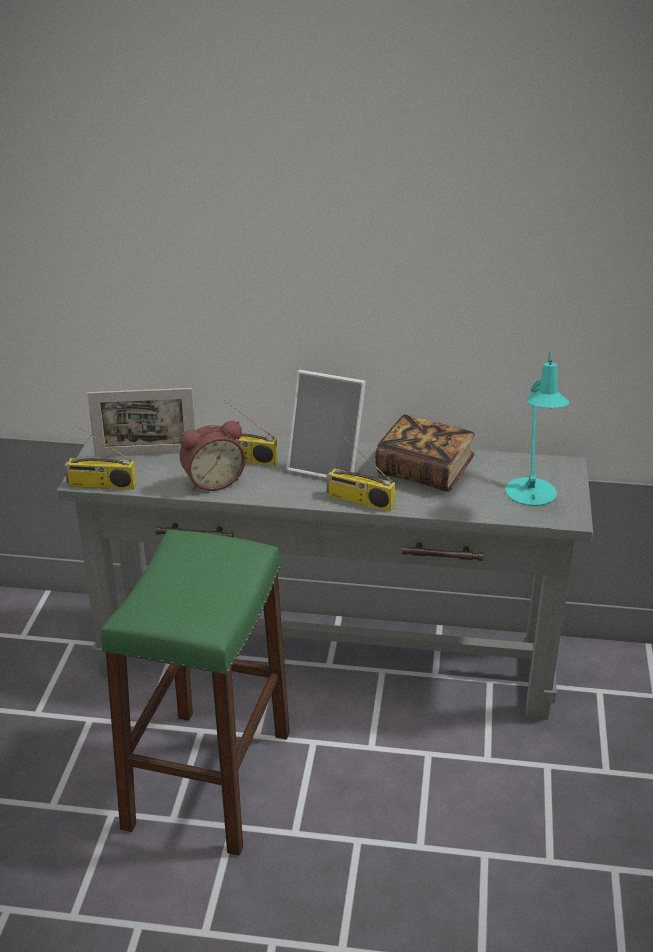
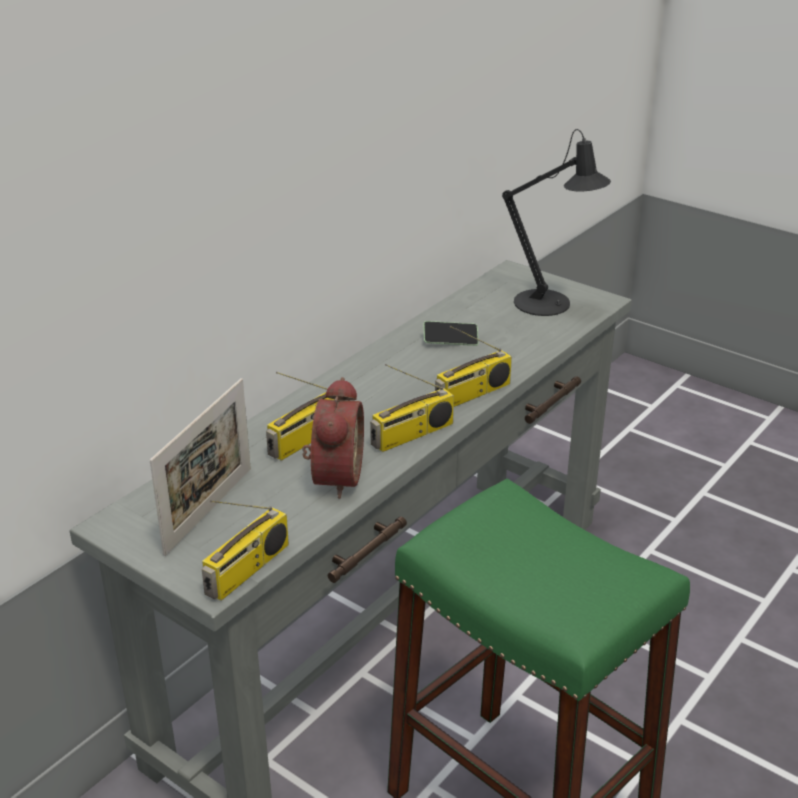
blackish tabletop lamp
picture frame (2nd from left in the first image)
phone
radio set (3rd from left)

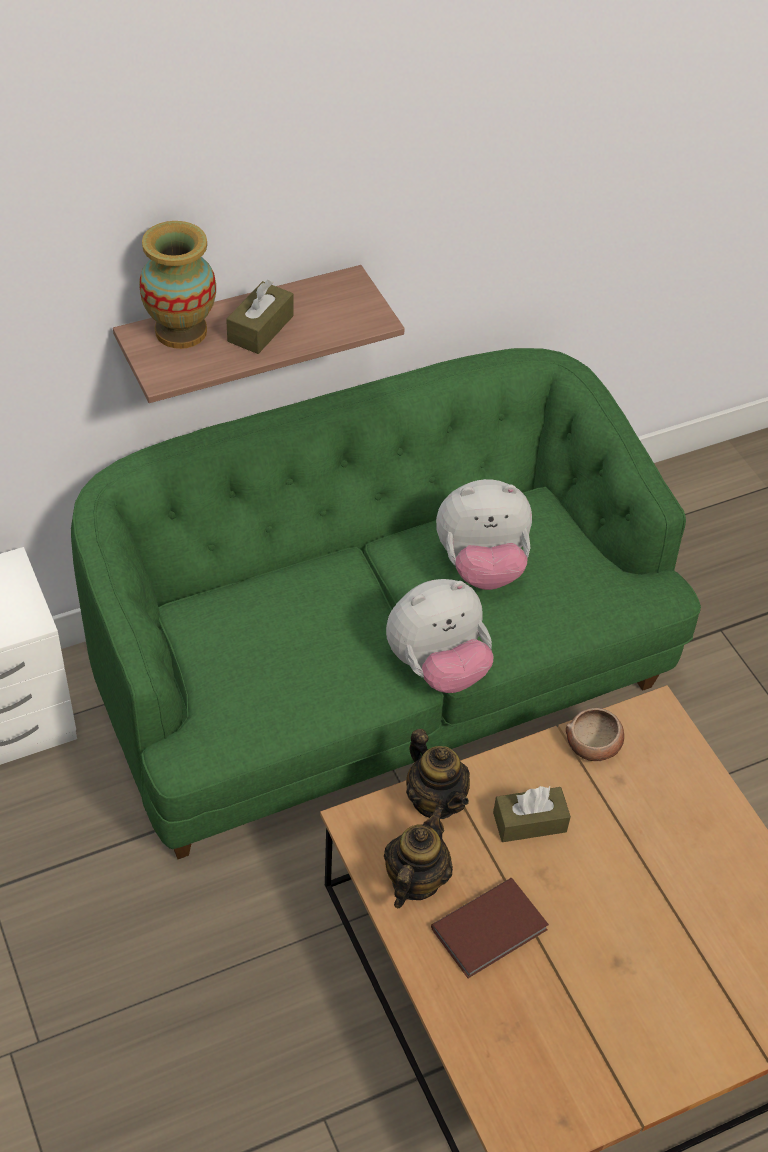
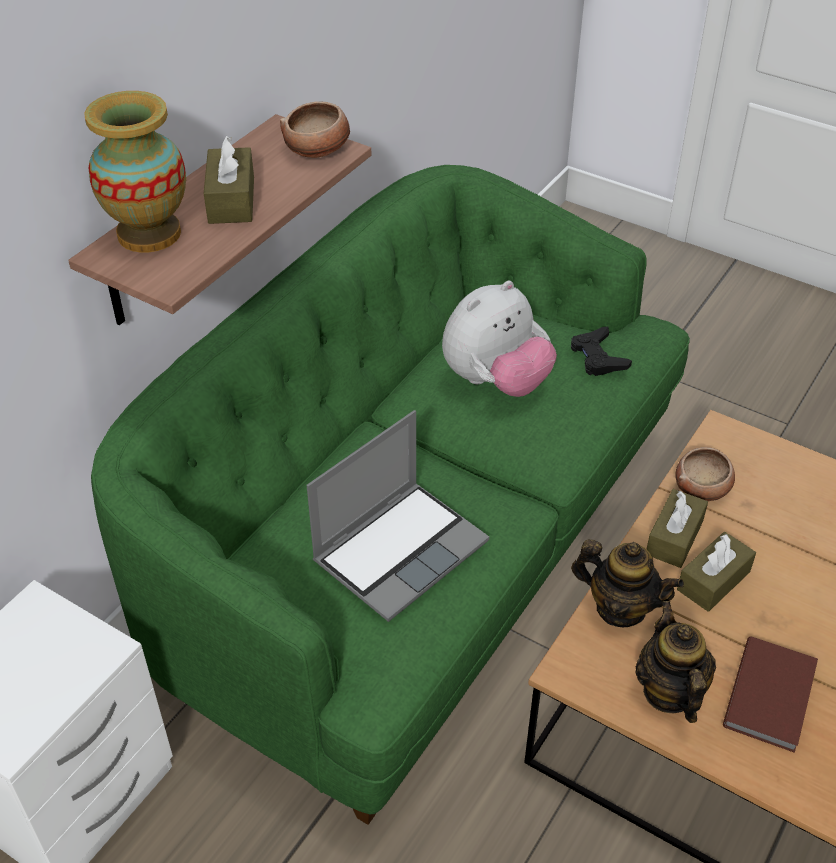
plush toy (1st from left in the first image)
deep dish (1st from left)
blackish joypad
notebook computer
brownish tissue holder (2nd from left)

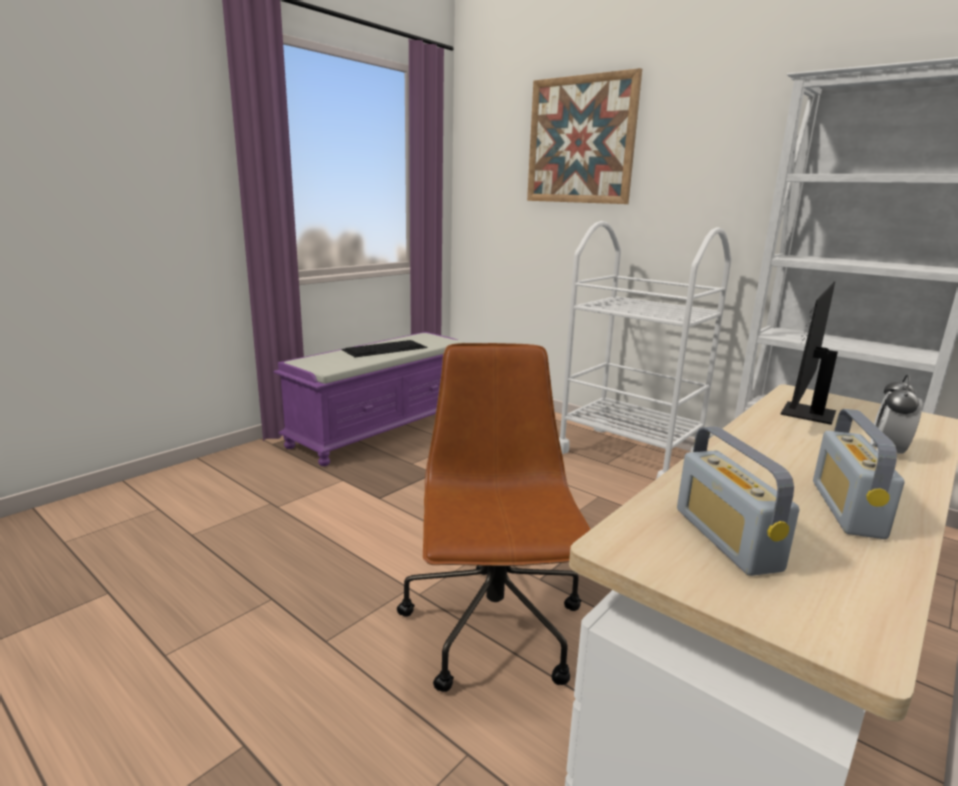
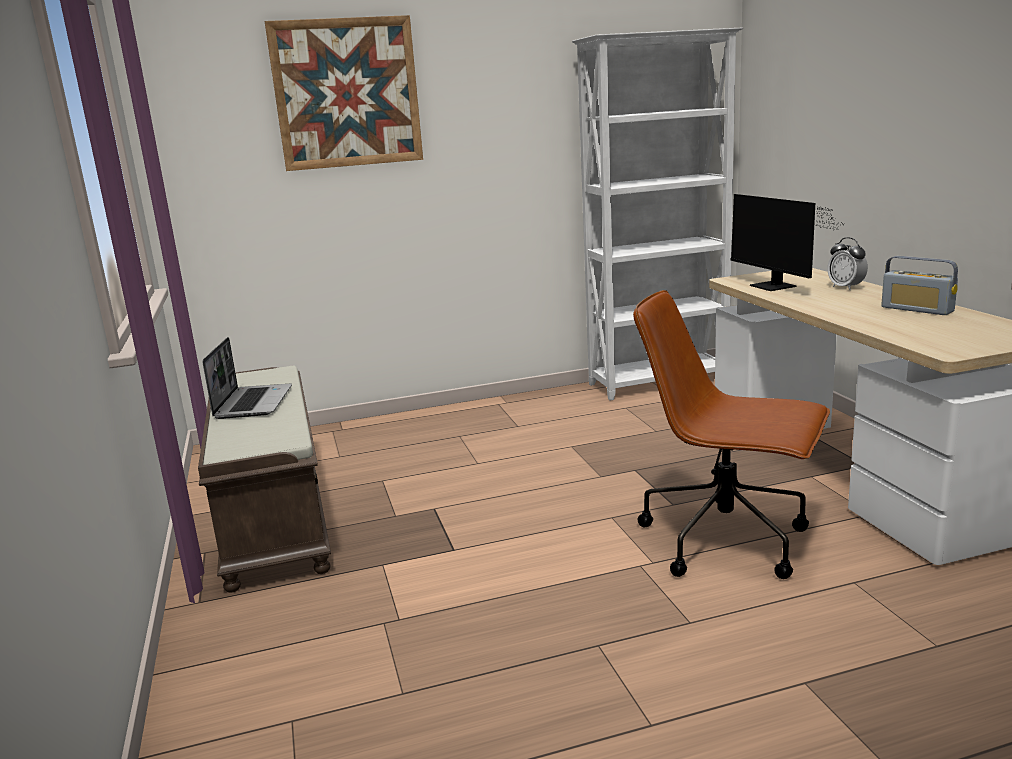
white-coloured wheeled cart
brownish long seat
notebook computer
radio set (1st from left in the first image)

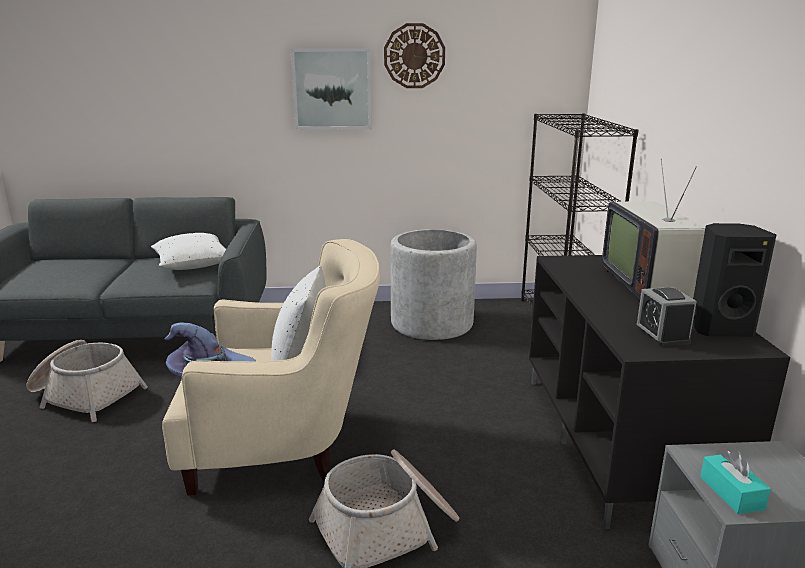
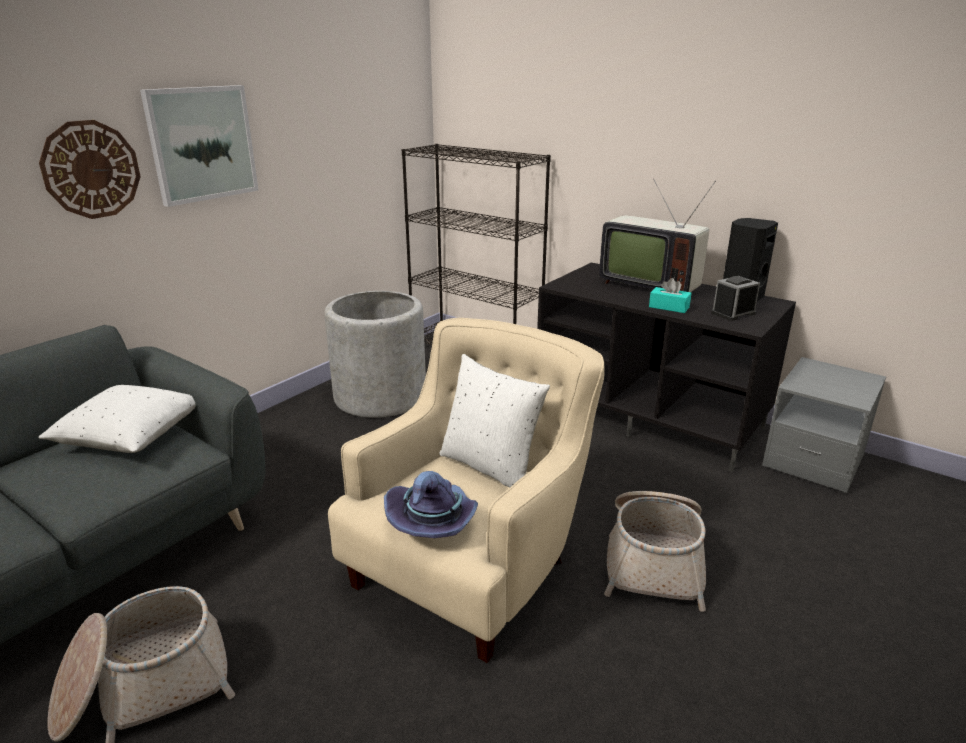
hanging clock
alarm clock
turquoise-coloured tissue holder

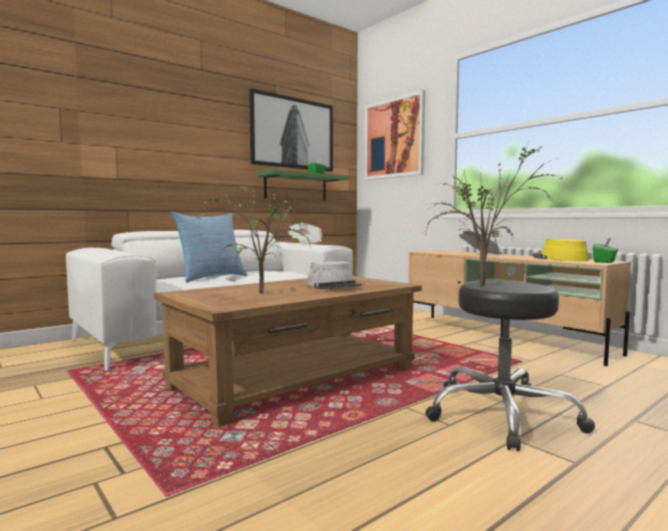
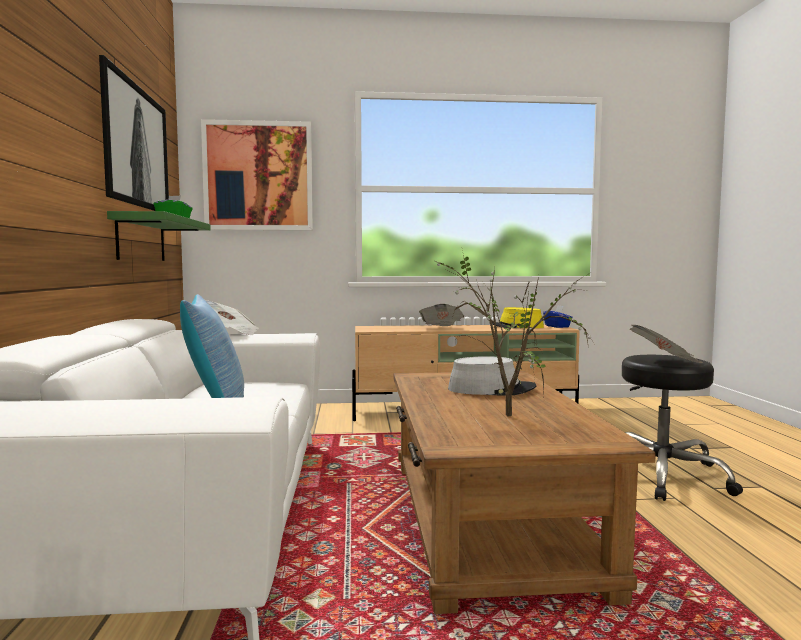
daily paper (3rd from left)
blue-coloured tissue holder

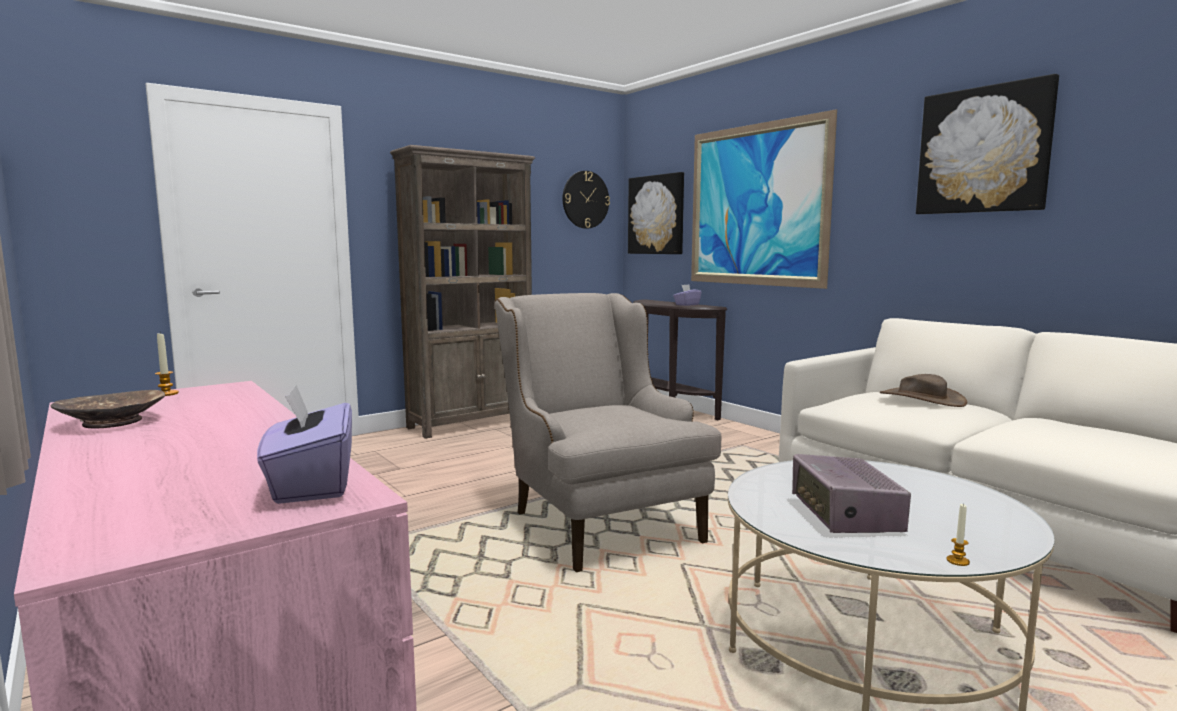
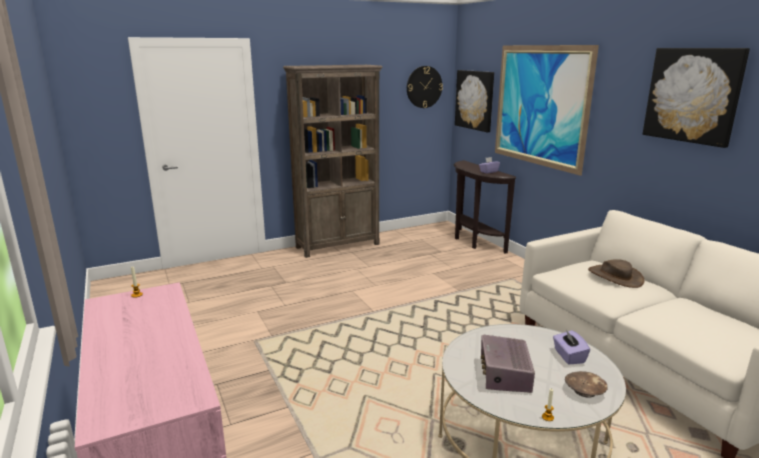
beige easy chair
purple-coloured tissue holder (2nd from left)
brownish deep dish

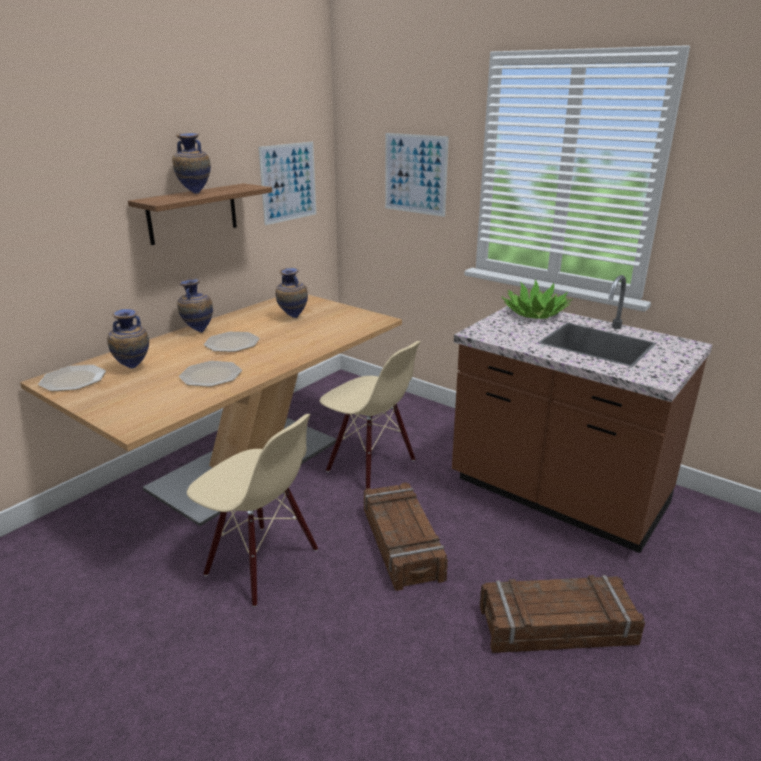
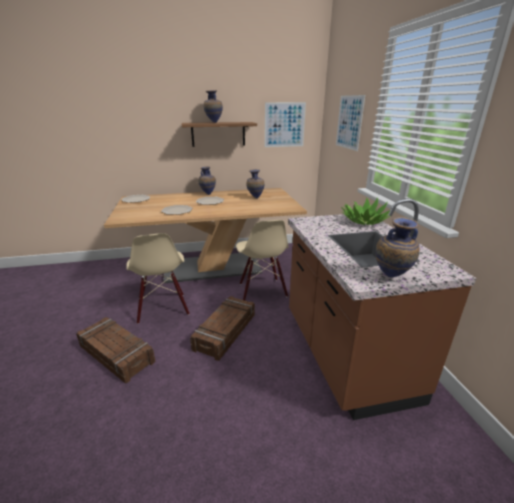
flower vase (4th from left)
crate (1st from left)

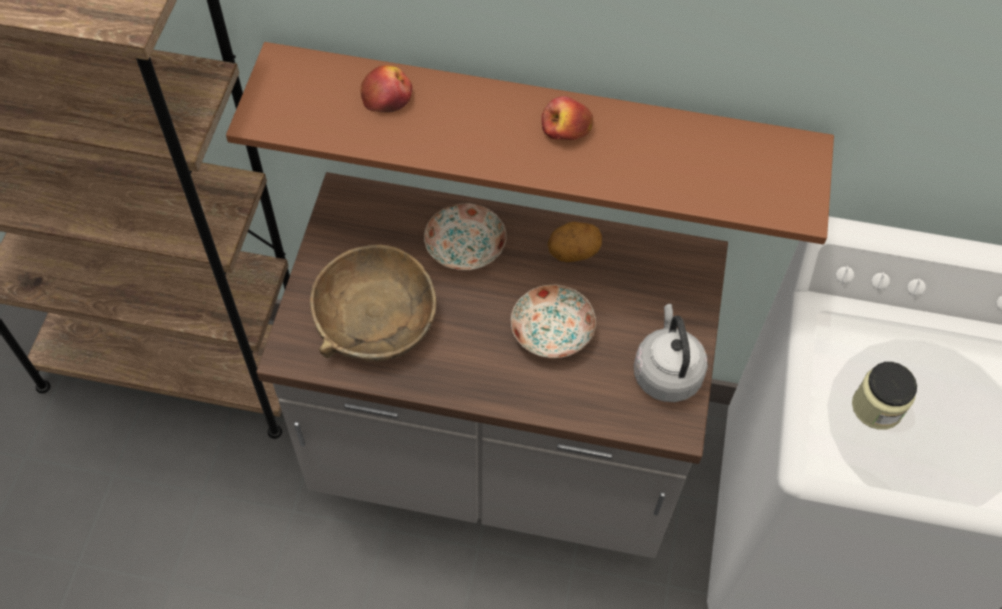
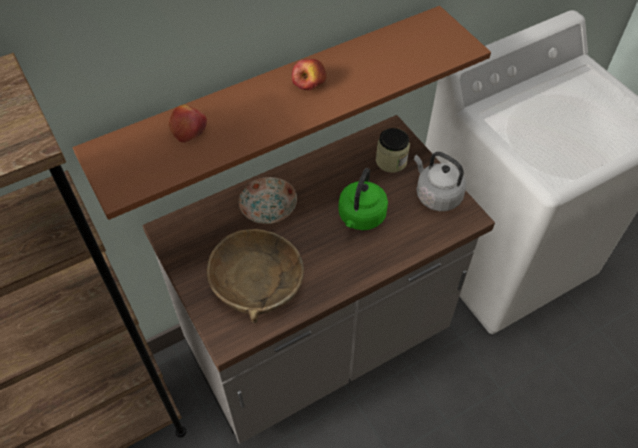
potato
green kettle
jar

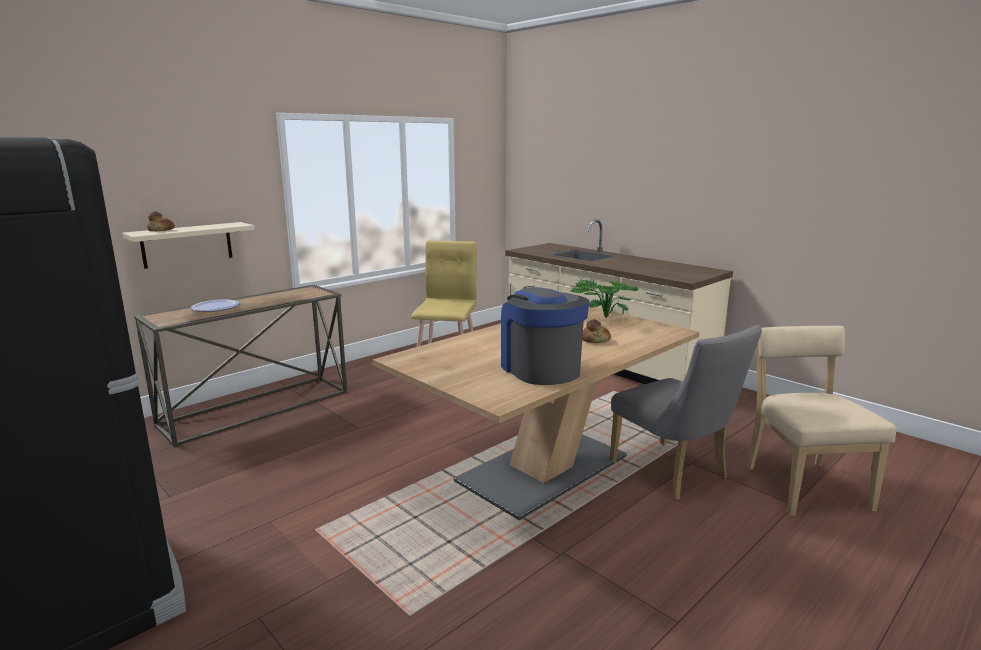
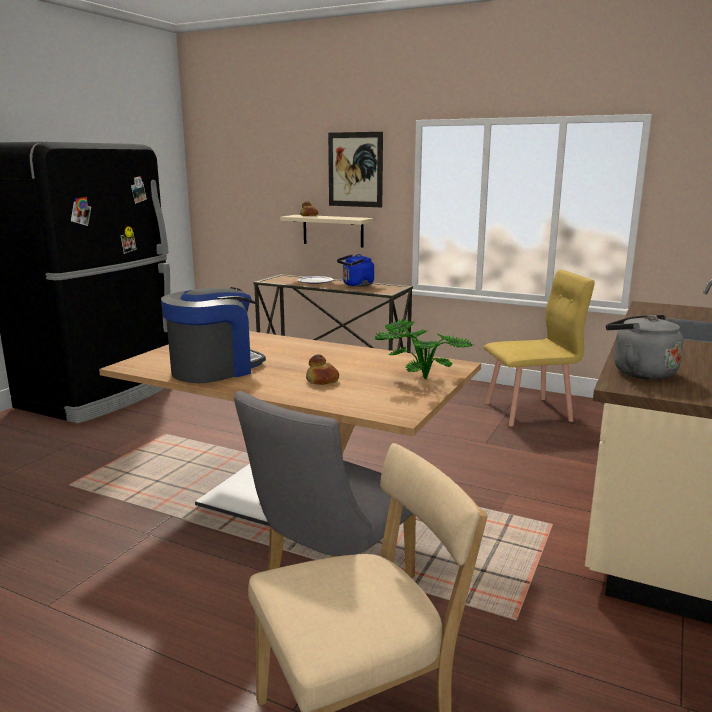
wall picture
blue-coloured kettle
greyish kettle

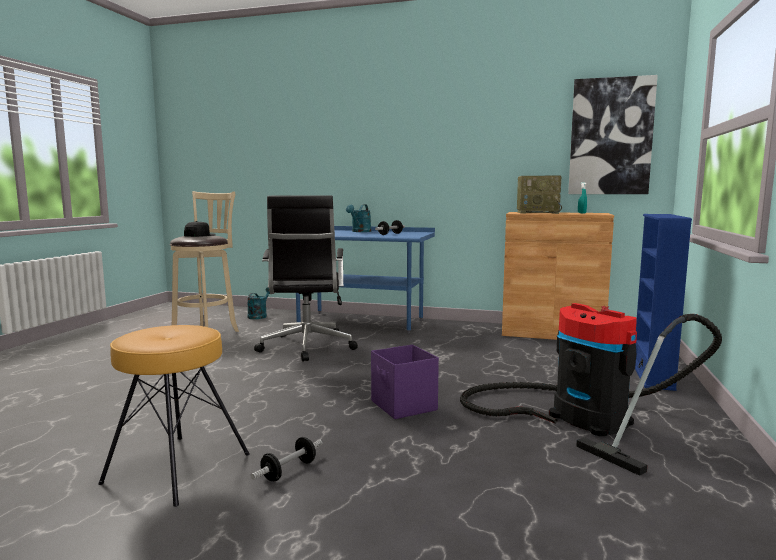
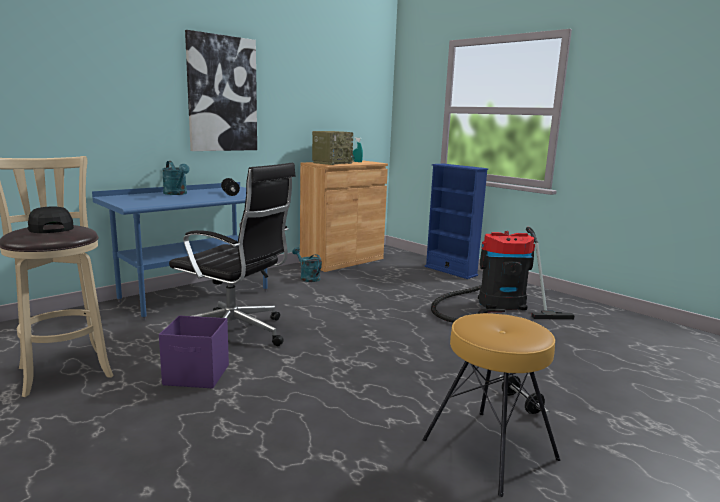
wall picture
turquoise-coloured watering can (2nd from left)
purple-coloured storage container

